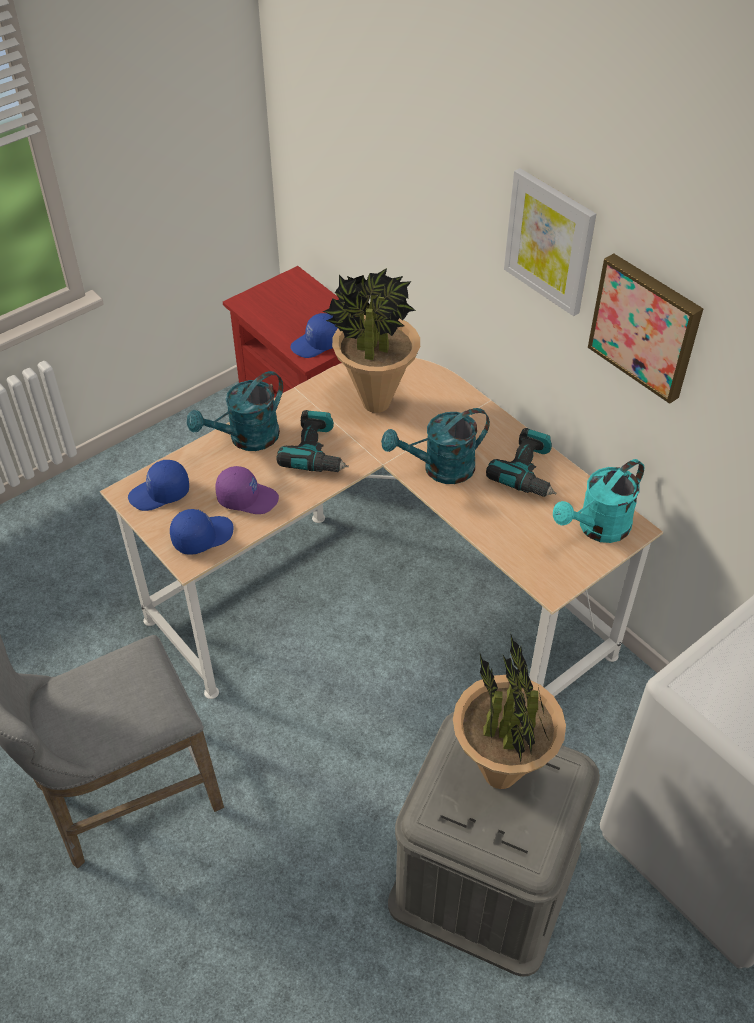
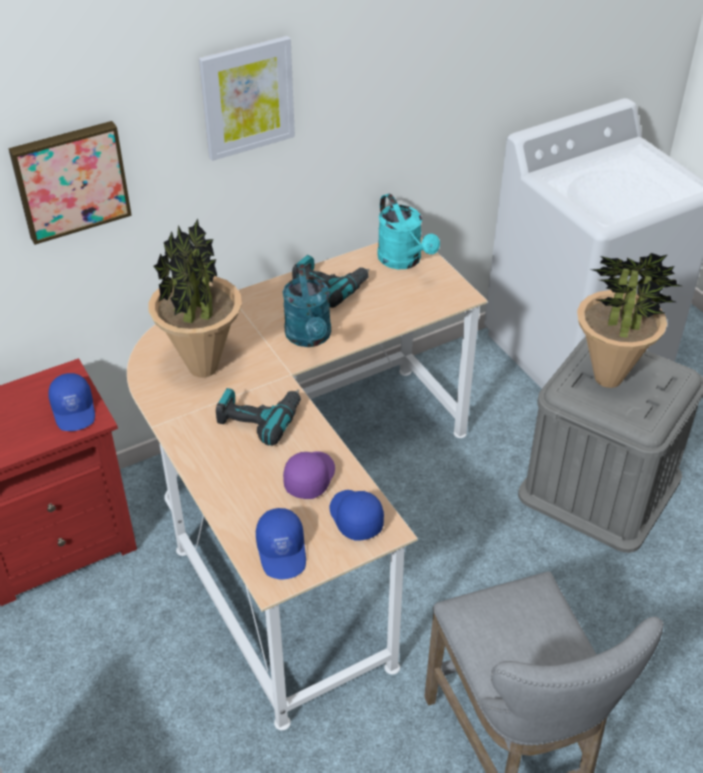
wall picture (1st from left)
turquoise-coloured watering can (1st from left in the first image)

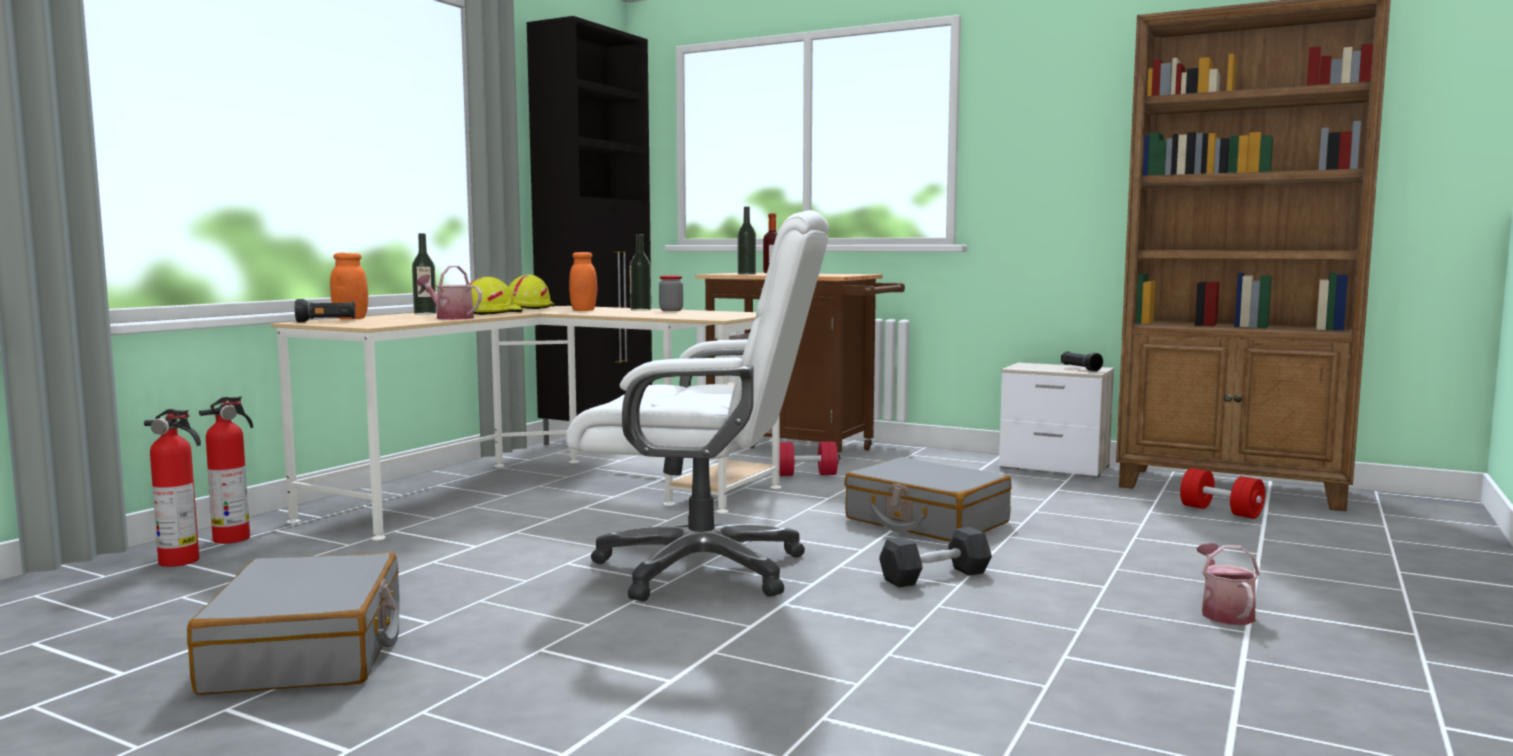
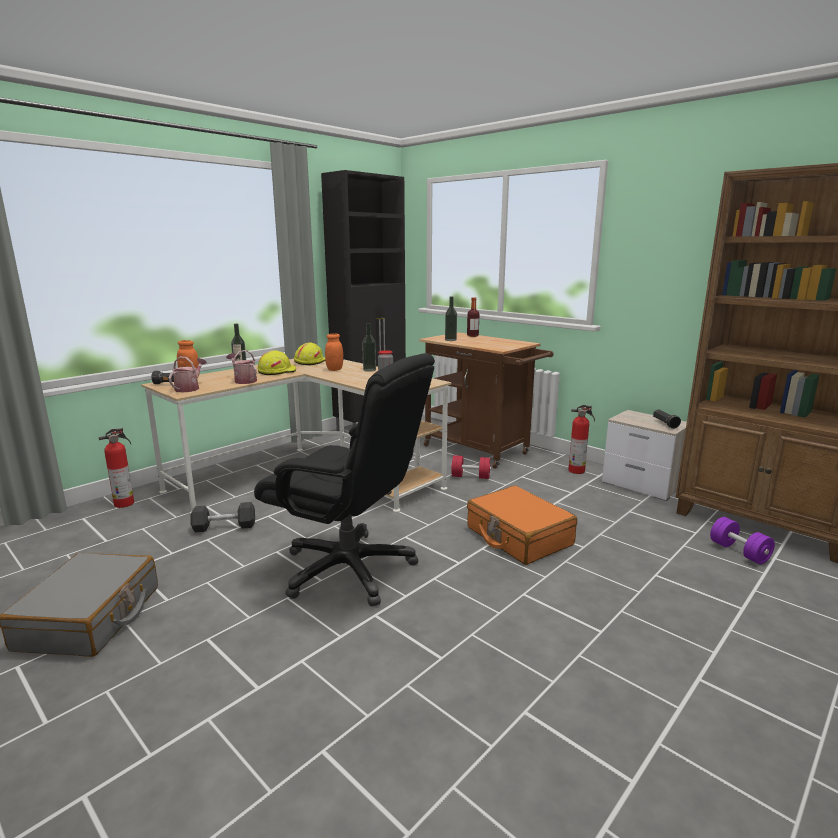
blackish office chair
extinguisher (2nd from left)
orangey suitcase
purple-coloured hand weight
greyish hand weight
watering can (1st from left)

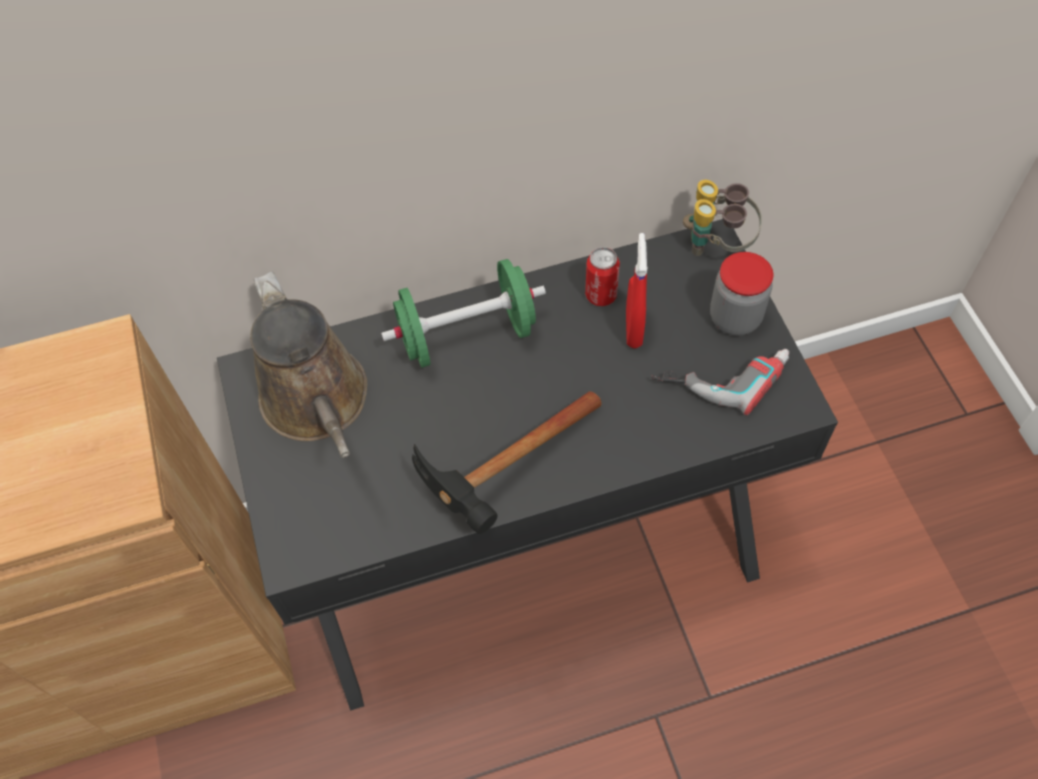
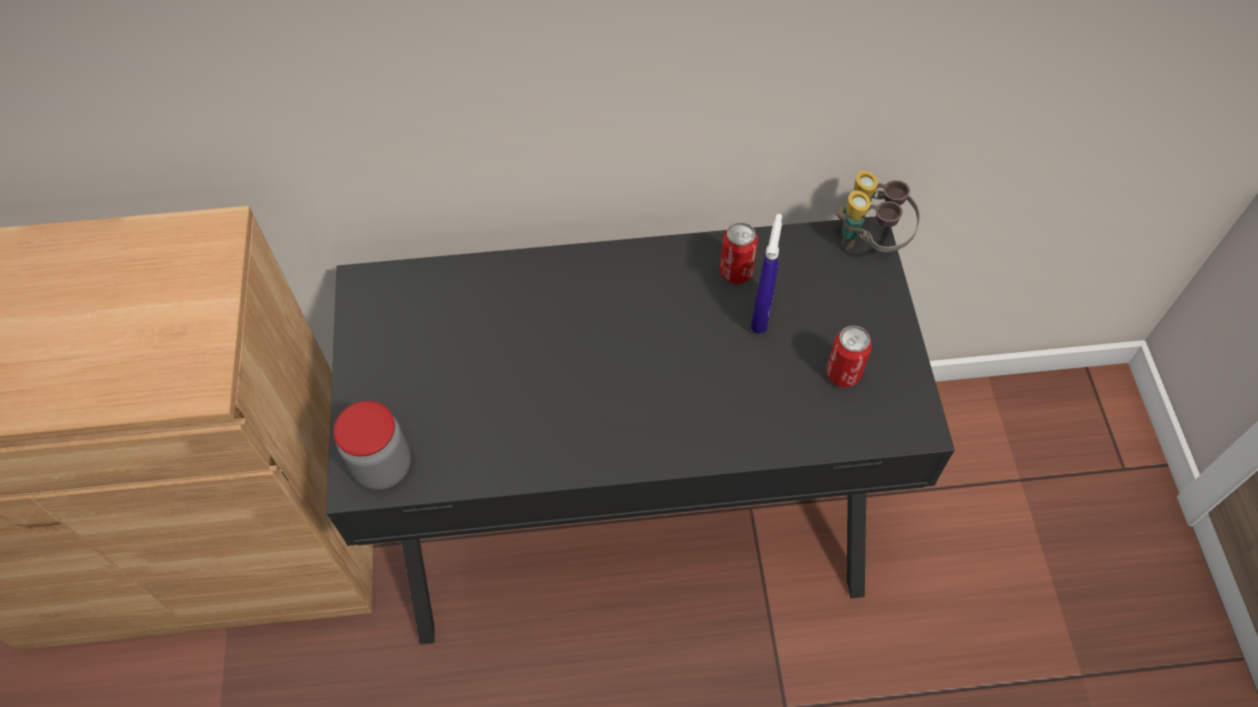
blue-coloured sprayer
jar
green hand weight
brownish watering can
metal can (2nd from left)
hand hammer

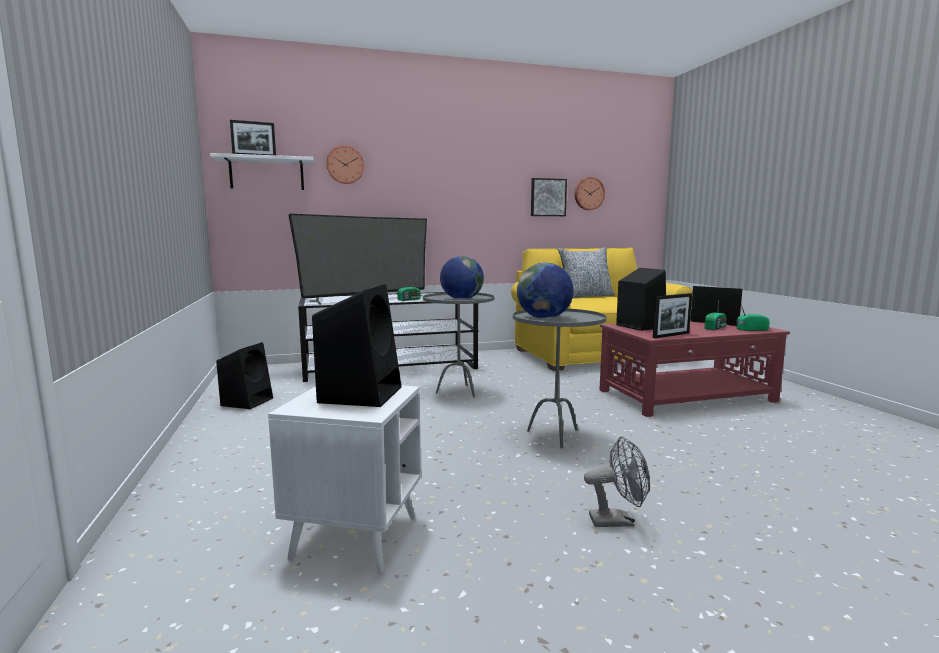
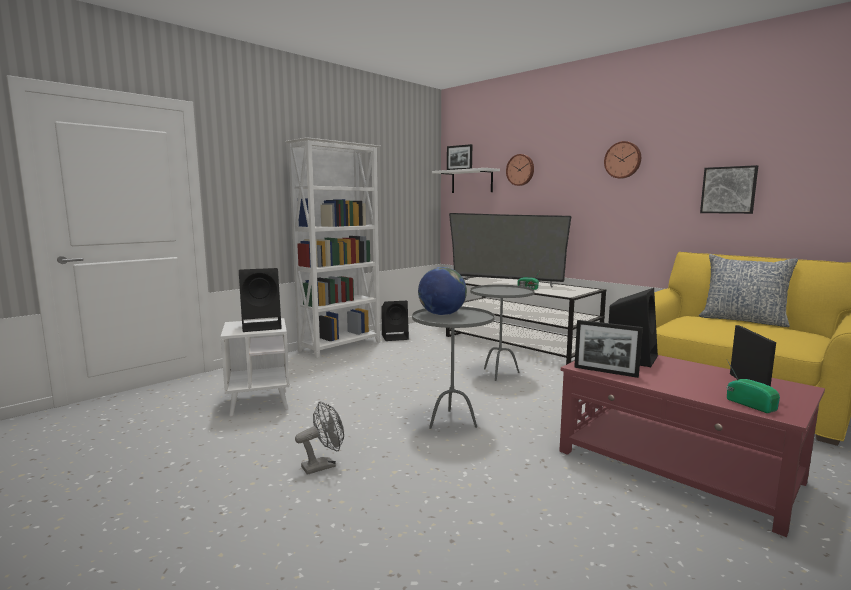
hanging clock (2nd from left)
desk globe (1st from left in the first image)
radio set (2nd from left in the first image)
greyish fan
white-coloured bookcase

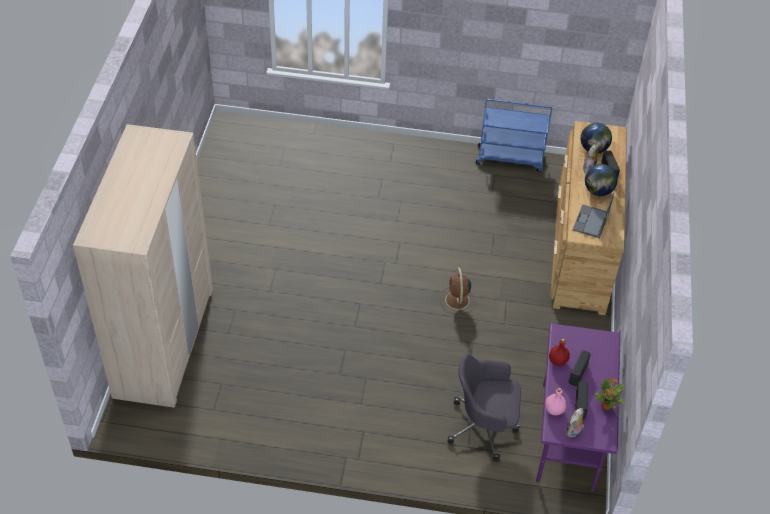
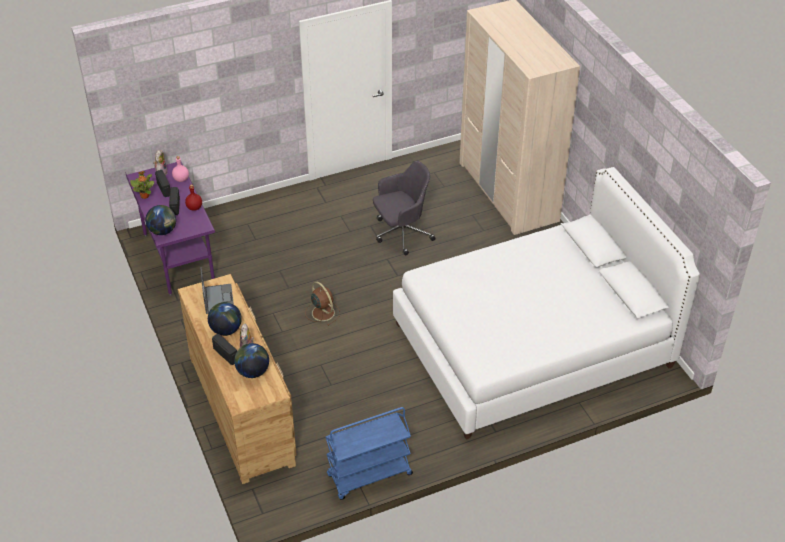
greyish office chair
white-coloured sleeping bed
desk globe (1st from left)

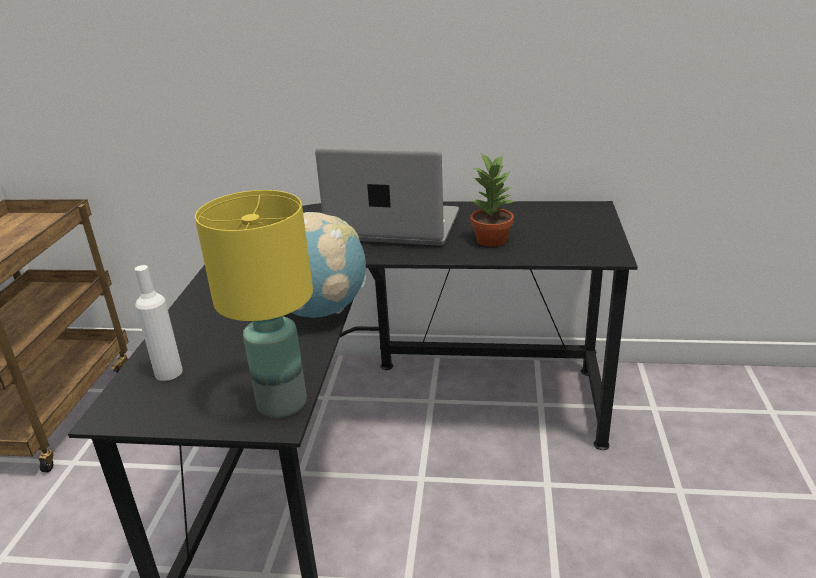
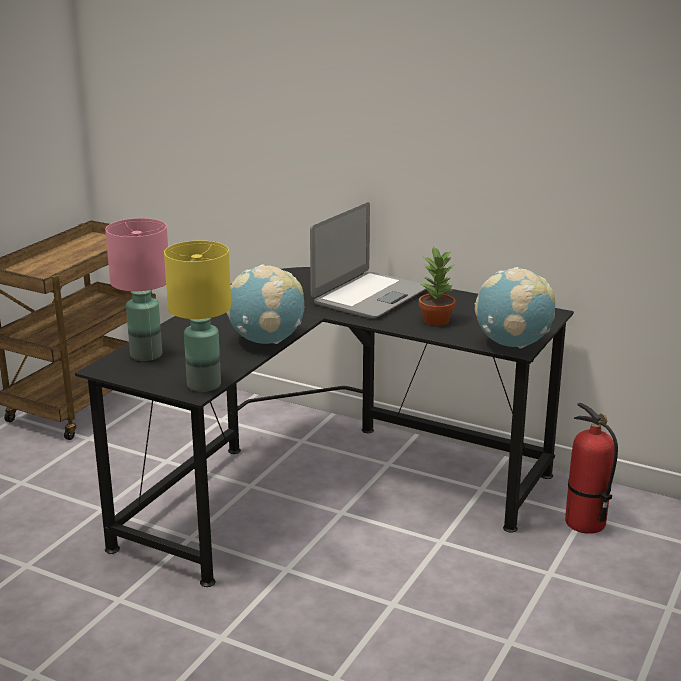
notebook computer
pinkish tabletop lamp
desk globe (2nd from left)
extinguisher

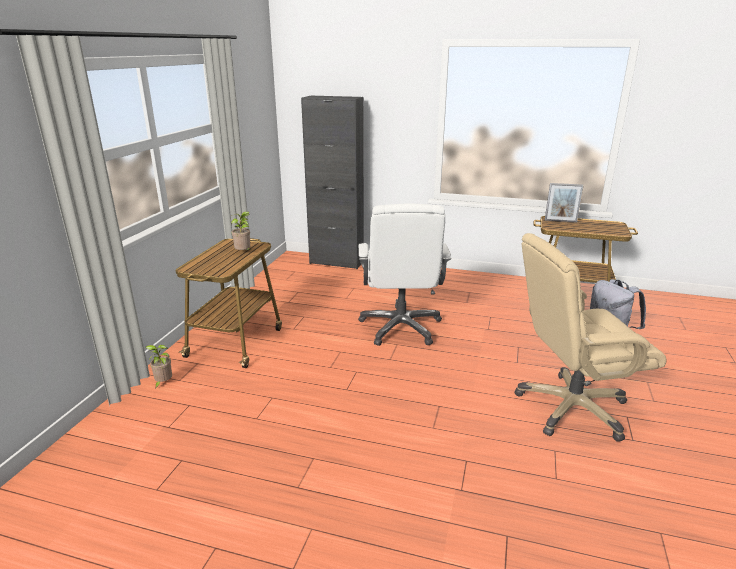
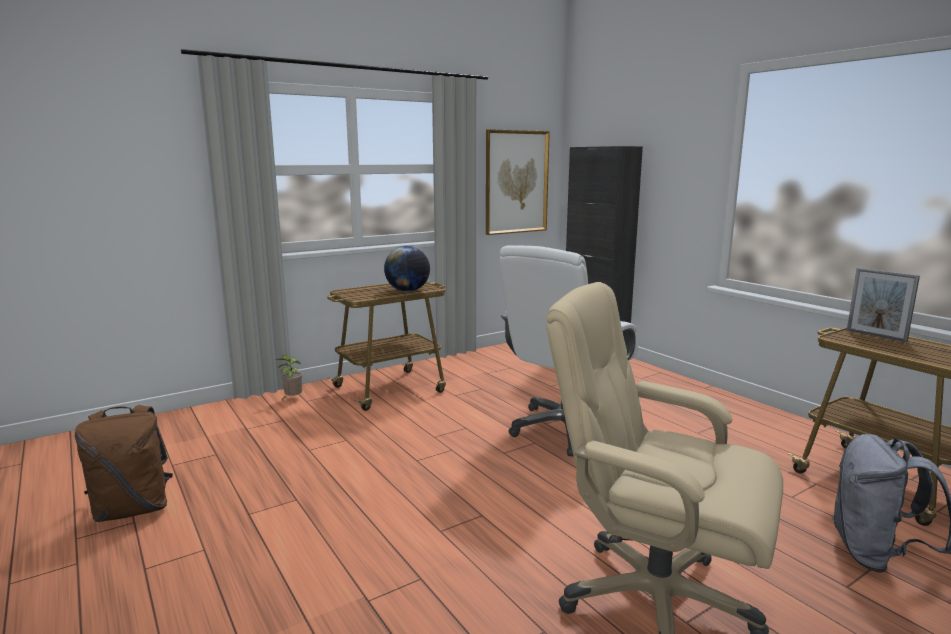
desk globe
wall picture
brownish backpack

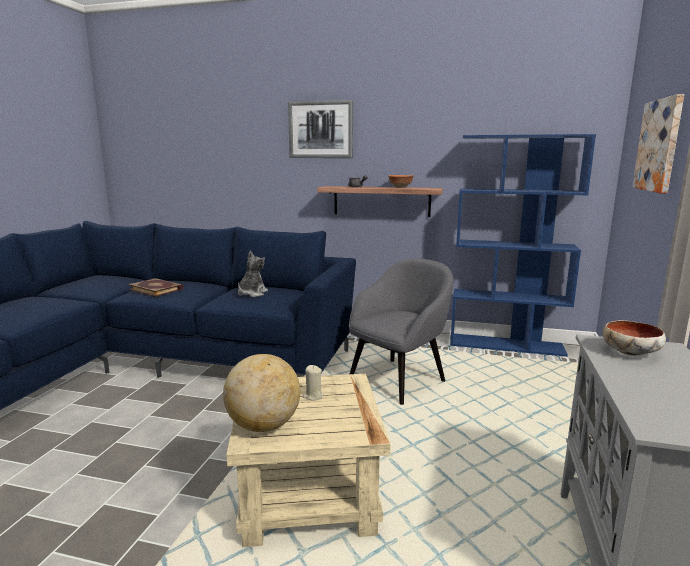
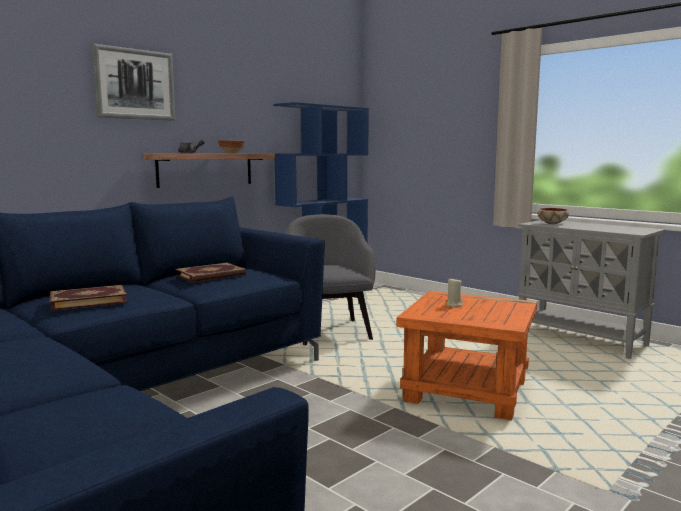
wall picture (2nd from left in the first image)
volume (2nd from left)
desk globe
orangey accent table

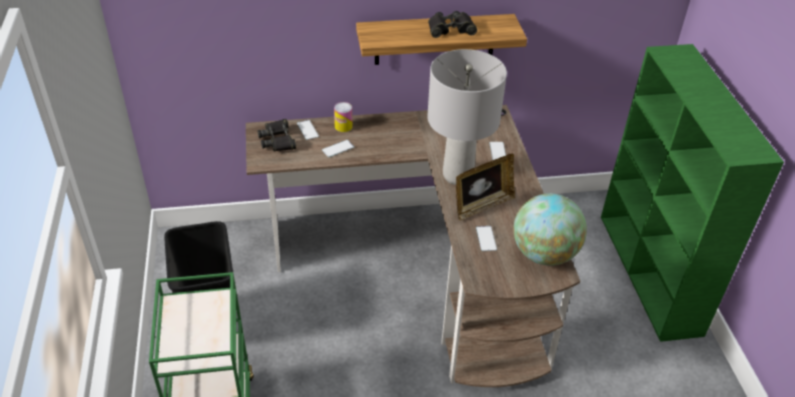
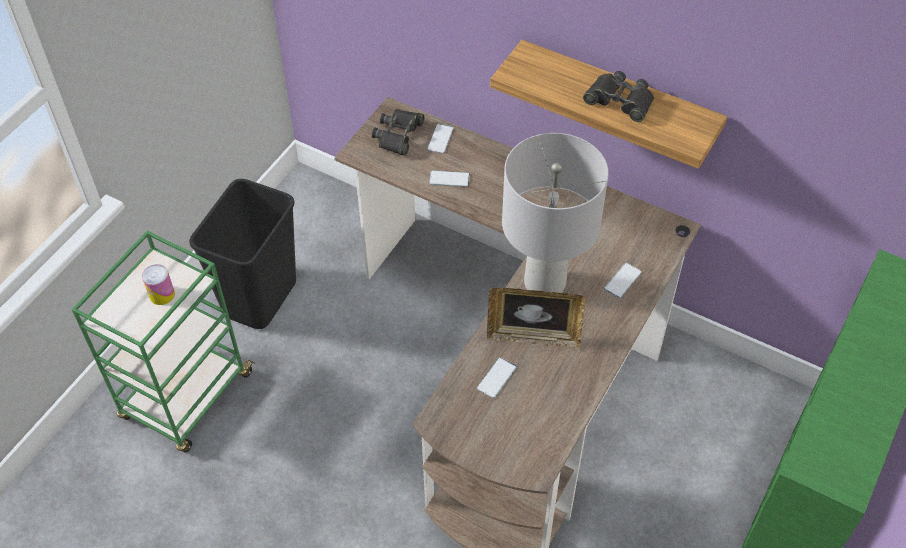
metal can
desk globe

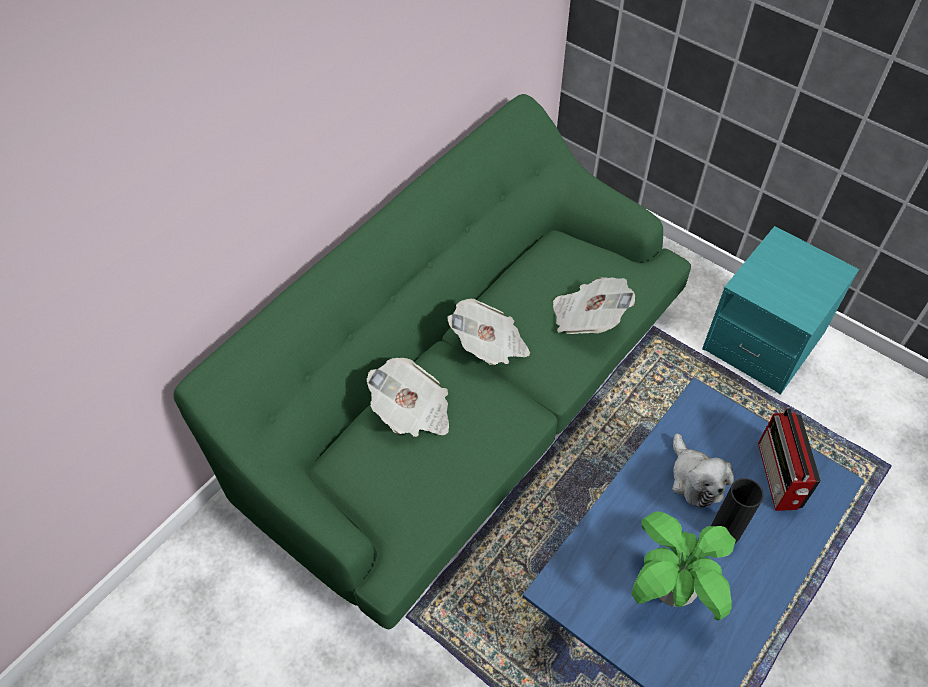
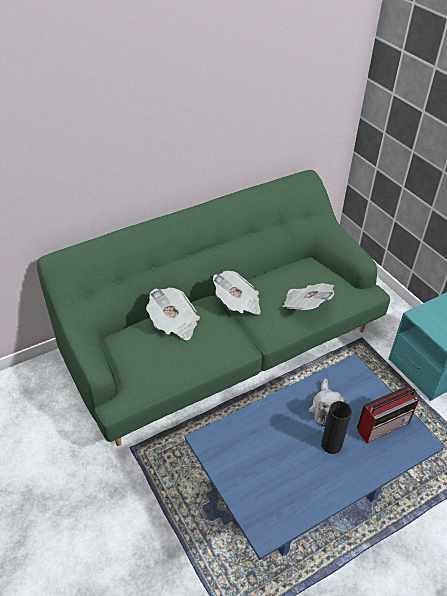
radio set
plant in a pot

